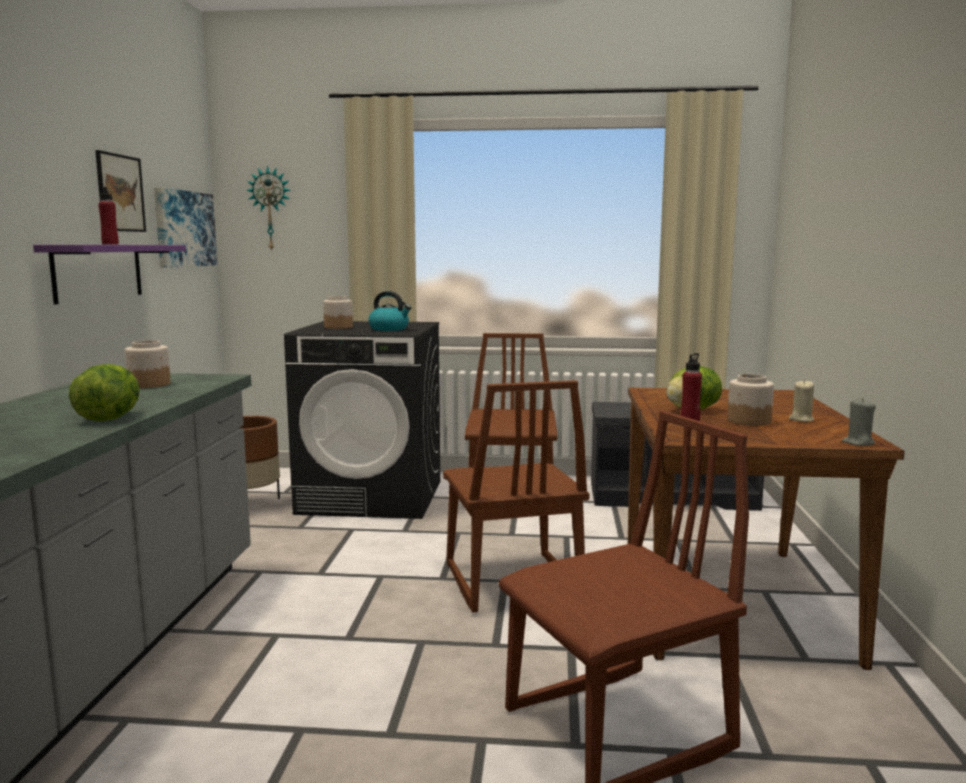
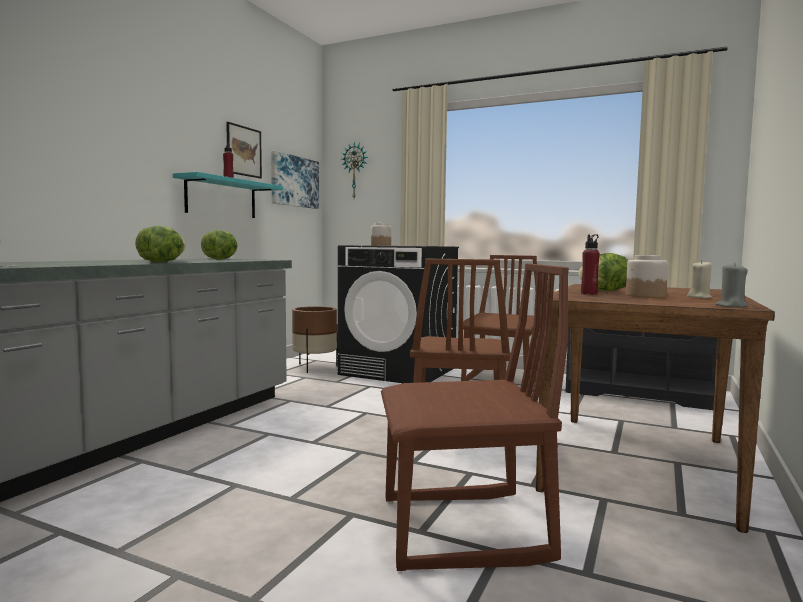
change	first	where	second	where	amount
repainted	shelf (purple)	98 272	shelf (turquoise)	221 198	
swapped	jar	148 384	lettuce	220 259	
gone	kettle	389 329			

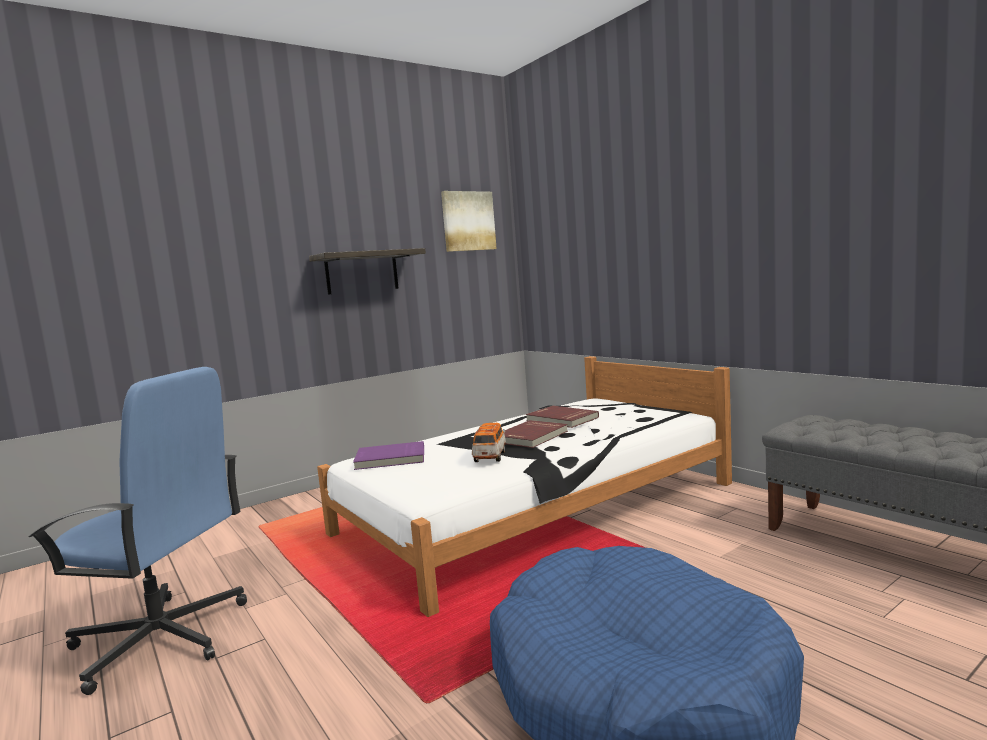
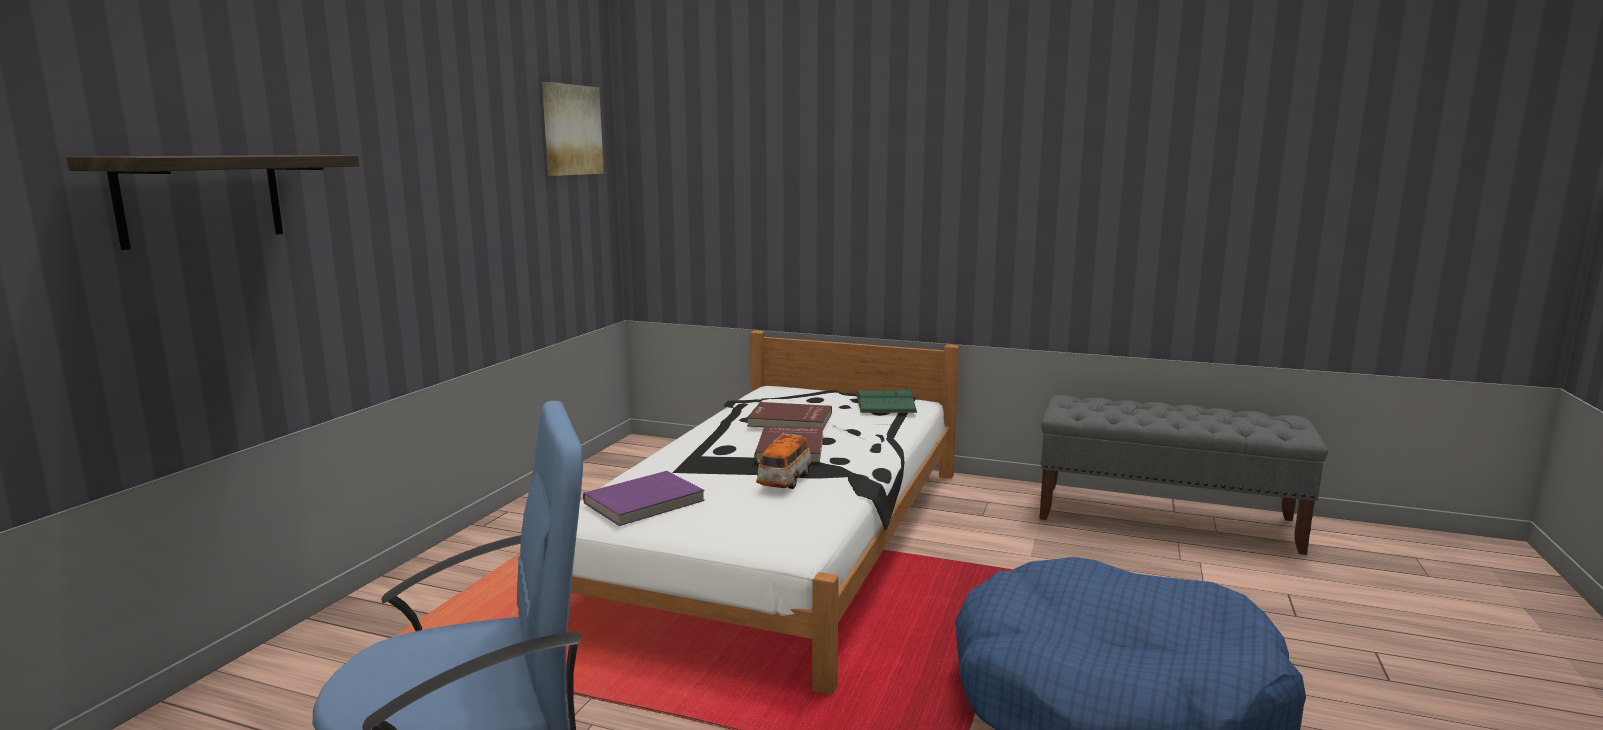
change	first	where	second	where	amount
shifted	shelf	362 272		201 198	
rotated	toy car	490 456		784 481	135 degrees counterclockwise
new			book (green)	885 402	

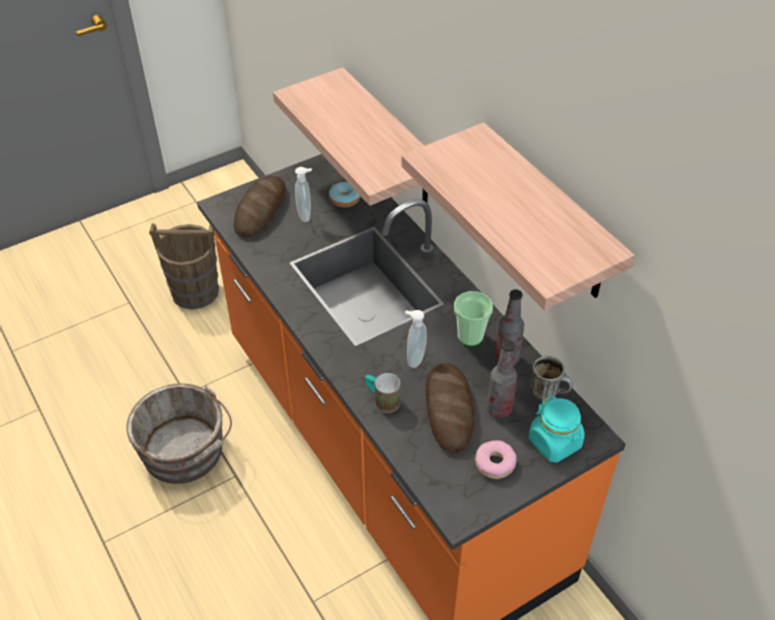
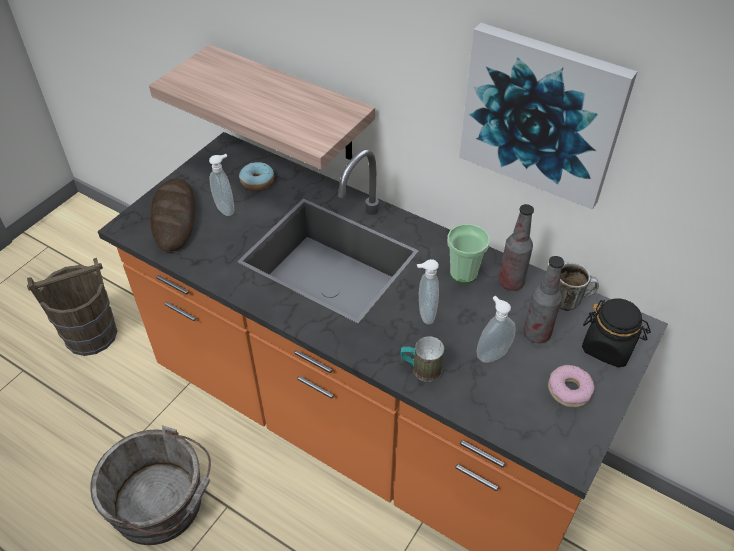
change	first	where	second	where	amount
swapped	shelf	548 216	picture	541 115	
swapped	bread	449 410	soap dispenser	491 354	
repainted	jar (turquoise)	555 442	jar (black)	608 347	

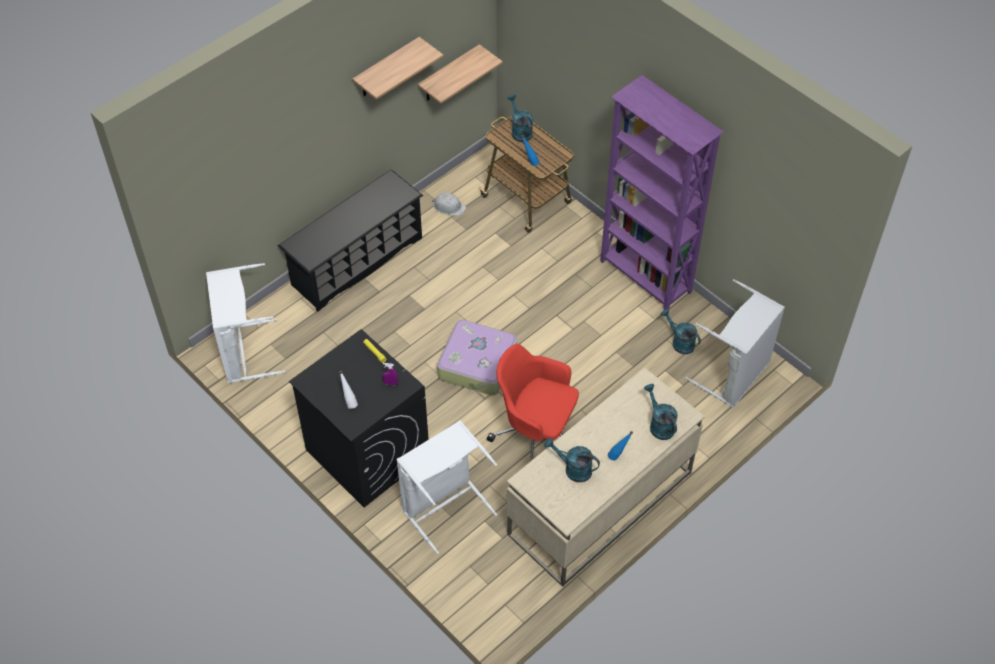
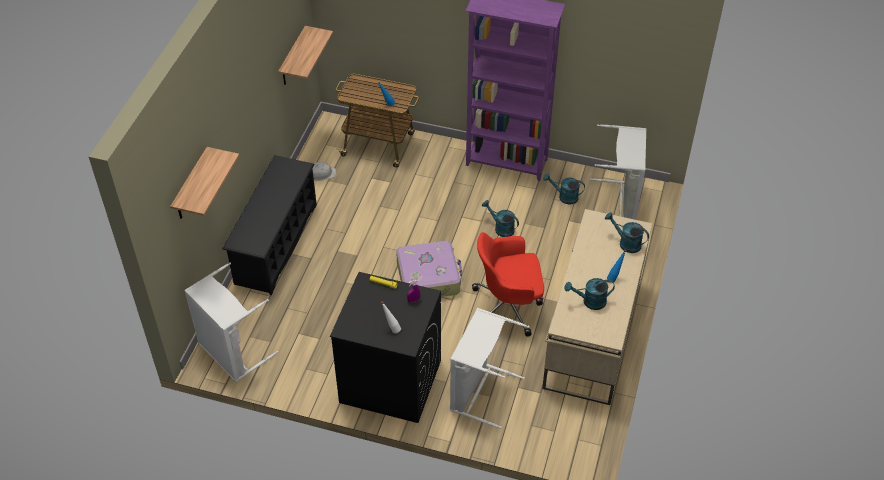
change	first	where	second	where	amount
shifted	shelf	387 68		191 186	
shifted	watering can (turquoise)	520 131		501 228	

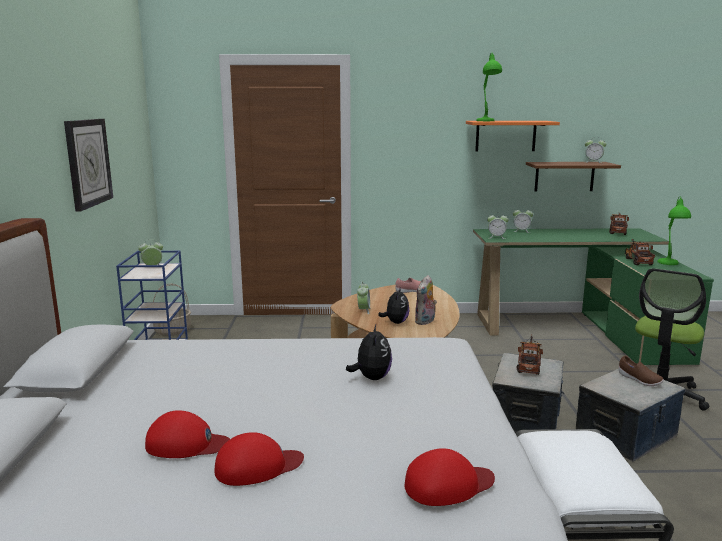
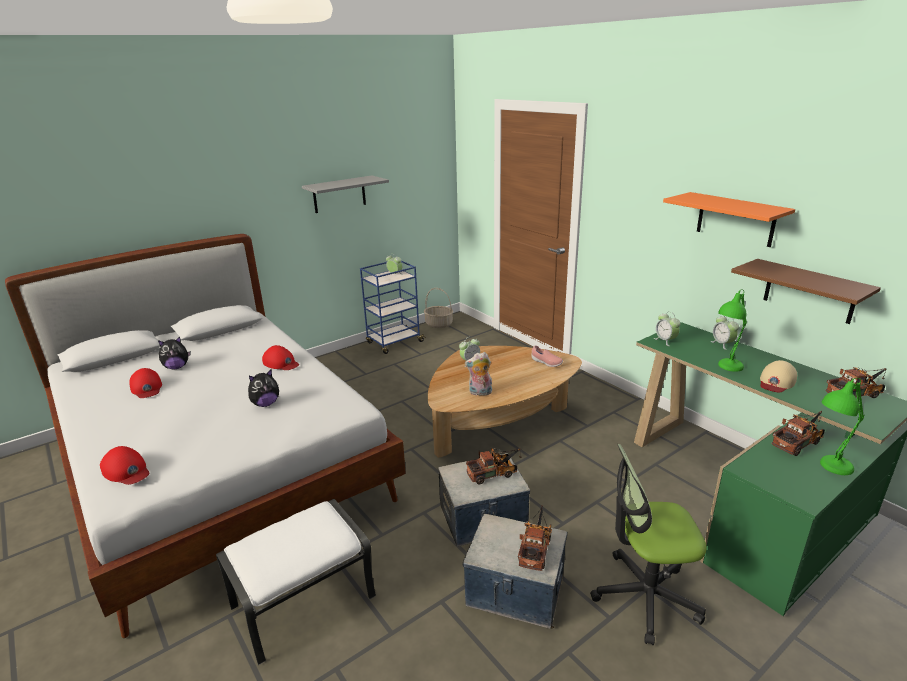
change	first	where	second	where	amount
shifted	plush toy	395 322		177 367	
shifted	cap (red)	258 466		281 363	
swapped	wall clock	88 162	shelf (grey)	339 194	
swapped	shoe (brown)	639 380	toy truck	536 547	
shifted	table lamp (green)	487 121		725 369	
new			cap (beige)	776 381	
gone	alarm clock	593 162			

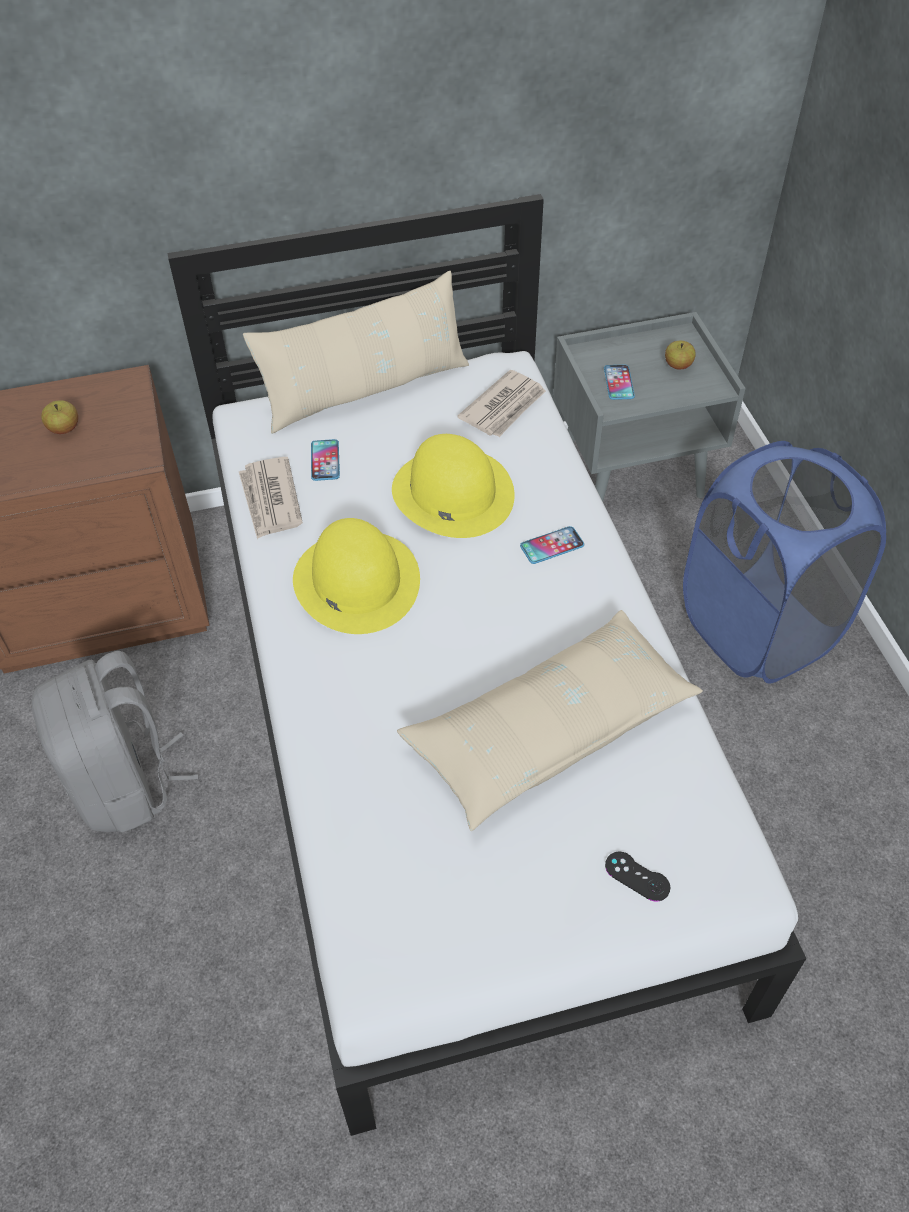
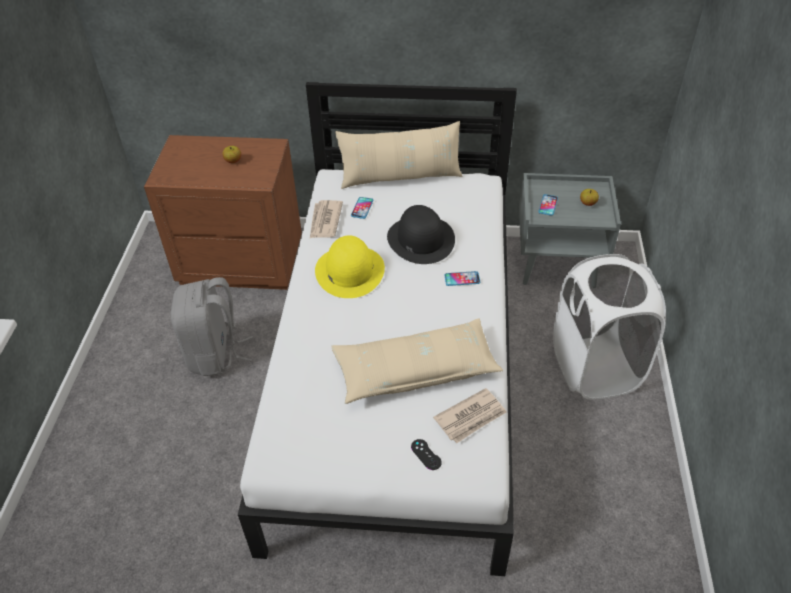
change	first	where	second	where	amount
repainted	hat (yellow)	452 492	hat (black)	420 239	
shifted	newspaper	504 407		471 417	
repainted	laundry basket (blue)	758 629	laundry basket (white)	595 368	

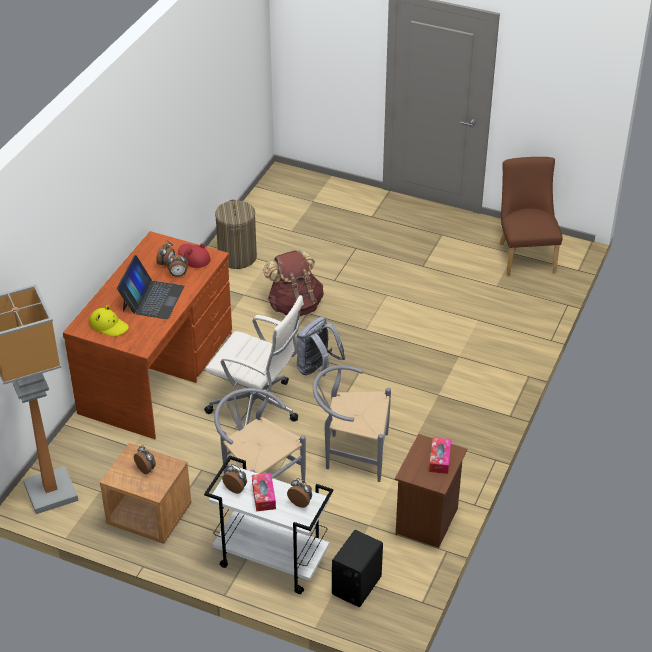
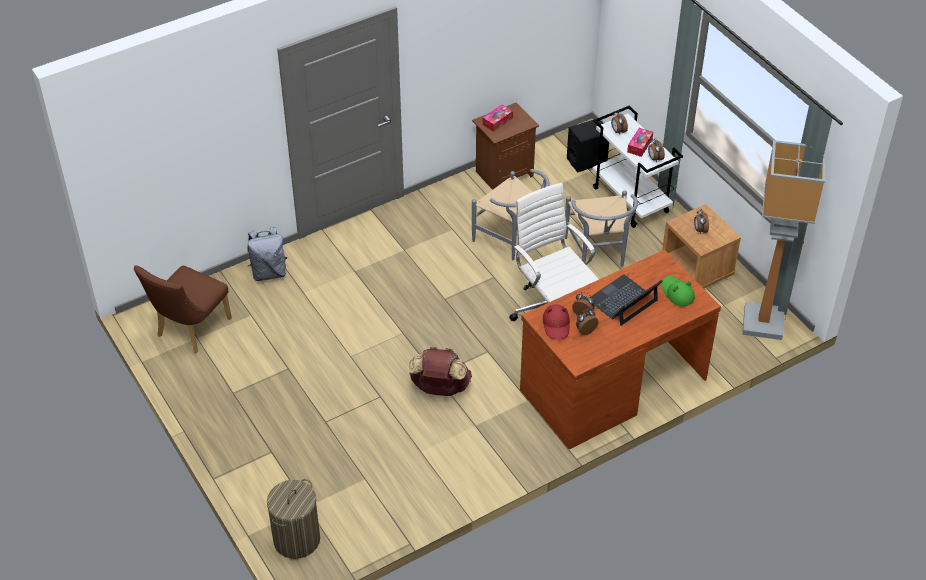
change	first	where	second	where	amount
shifted	backpack (grey)	317 369		269 272	
shifted	laundry basket	237 257		296 539	
repainted	hat (yellow)	109 325	hat (green)	677 293	

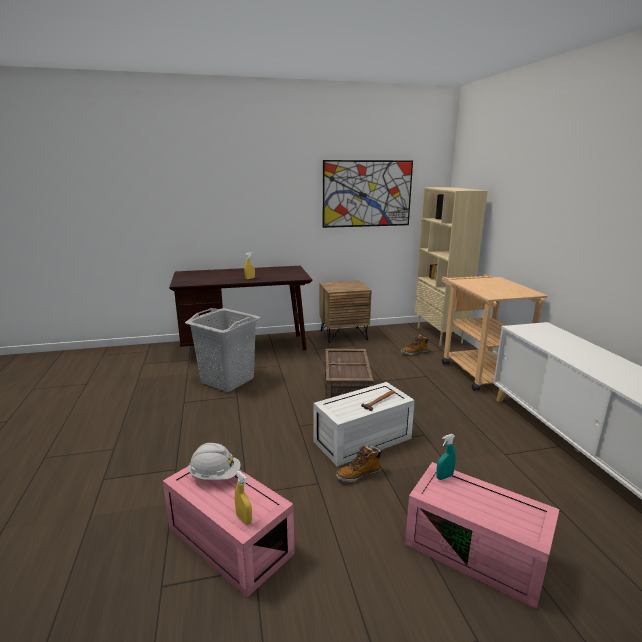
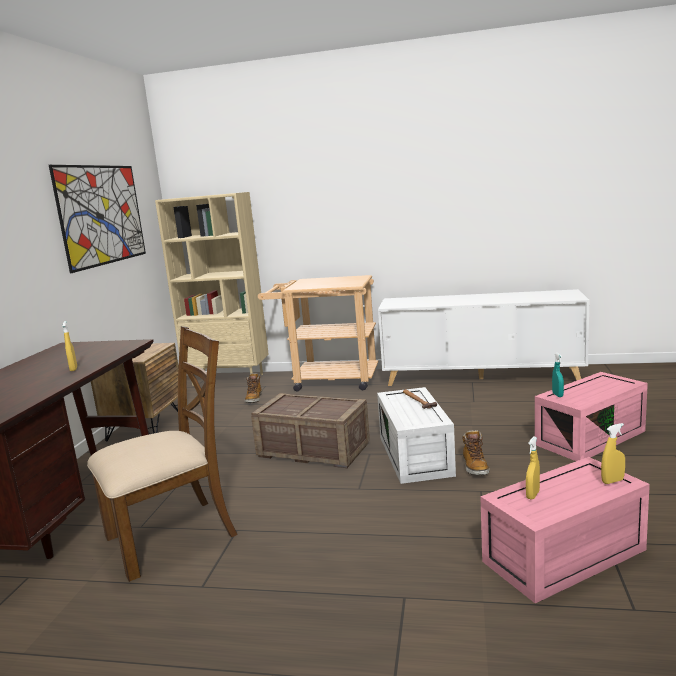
change	first	where	second	where	amount
swapped	laundry basket (grey)	227 380	chair (brown)	173 535	
swapped	hard hat (white)	215 475	spray bottle (yellow)	532 495	

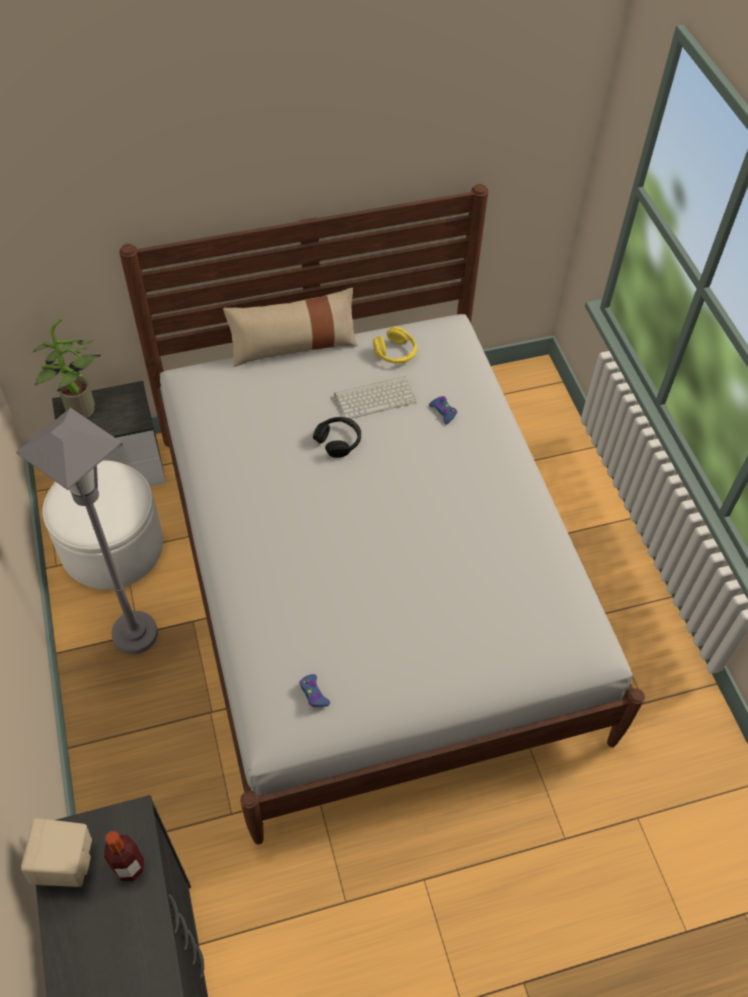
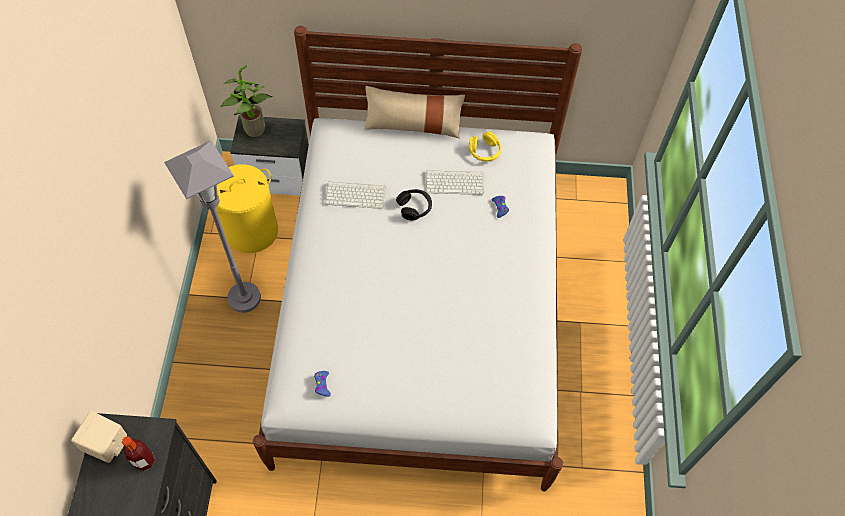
change	first	where	second	where	amount
swapped	ottoman (white)	112 546	laundry basket (yellow)	252 231	
new			keyboard	356 194	

